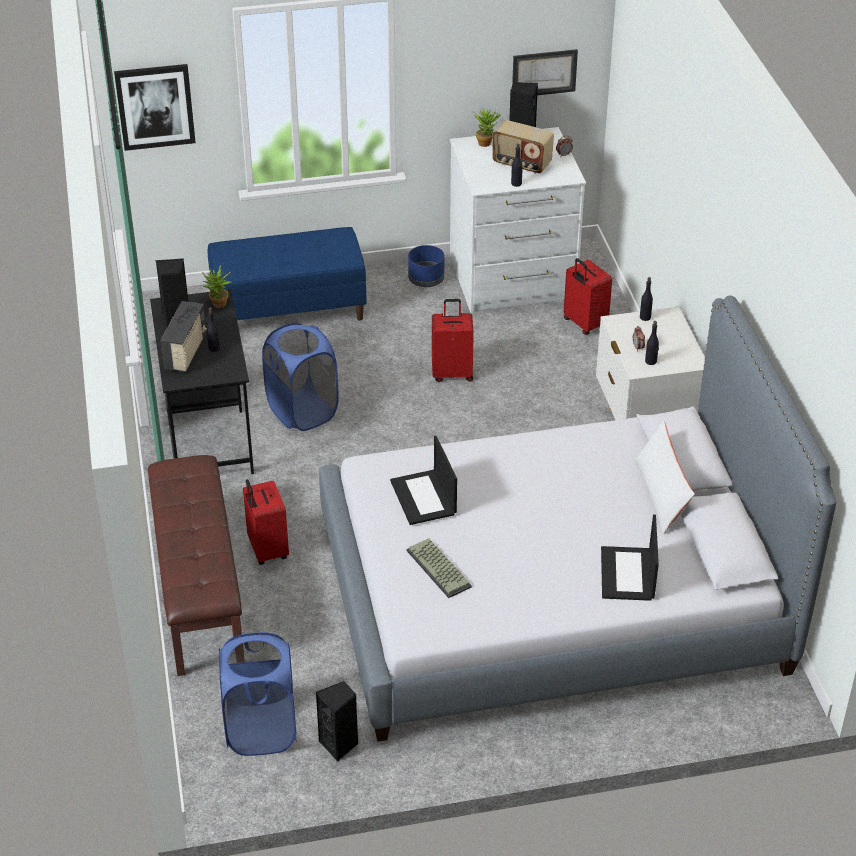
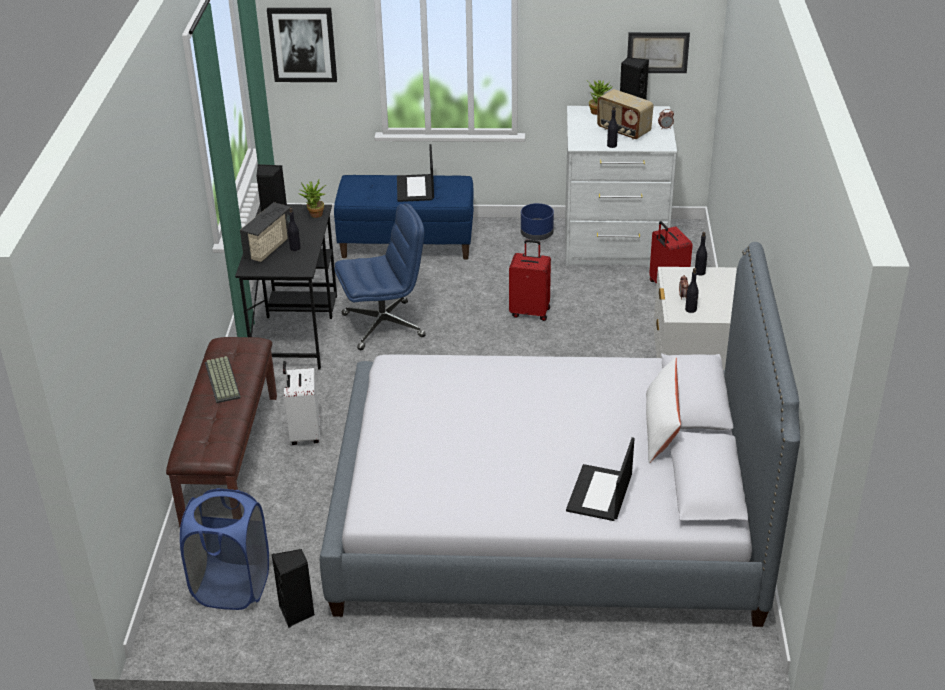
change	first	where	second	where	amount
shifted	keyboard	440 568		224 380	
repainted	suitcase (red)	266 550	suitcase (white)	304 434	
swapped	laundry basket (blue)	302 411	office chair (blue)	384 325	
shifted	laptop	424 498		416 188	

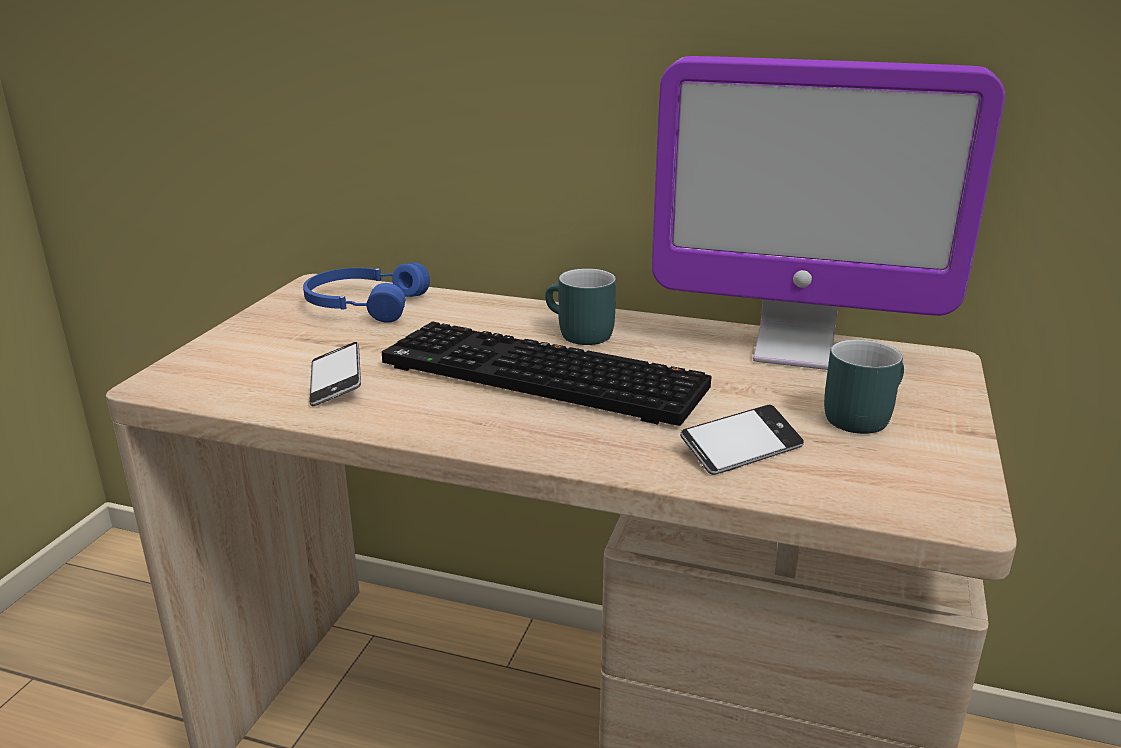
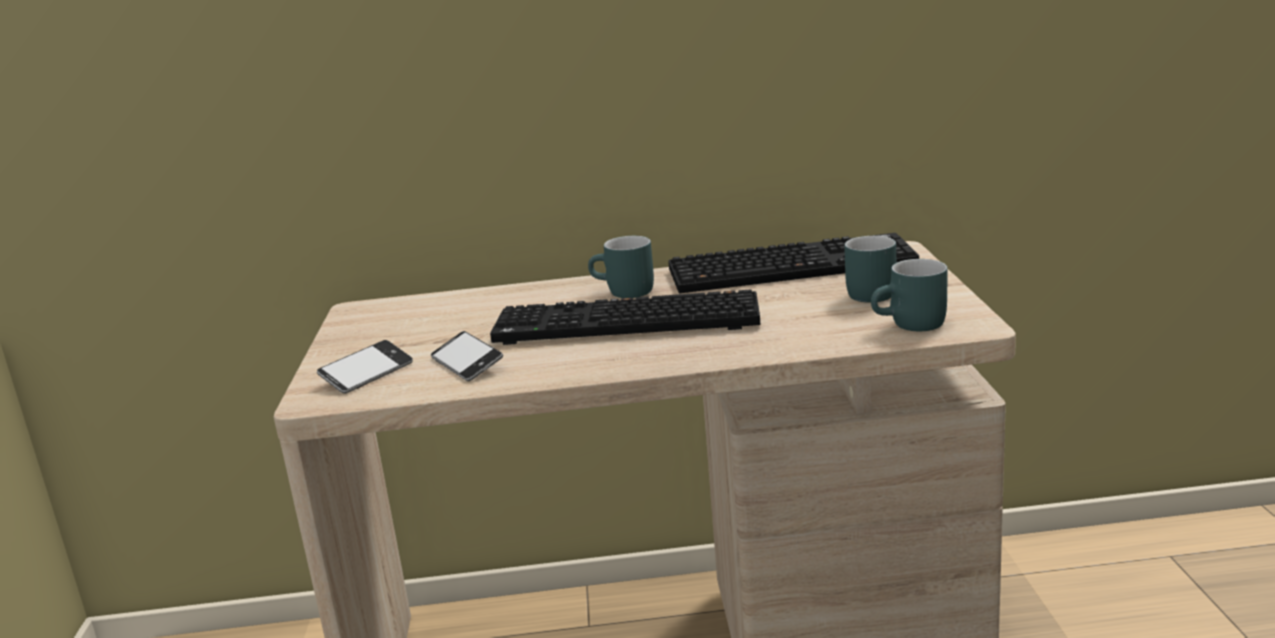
change	first	where	second	where	amount
shifted	phone	741 448		367 374	
swapped	monitor	794 349	keyboard	793 266	
new			mug (turquoise)	912 326	
gone	headphones (blue)	364 305			

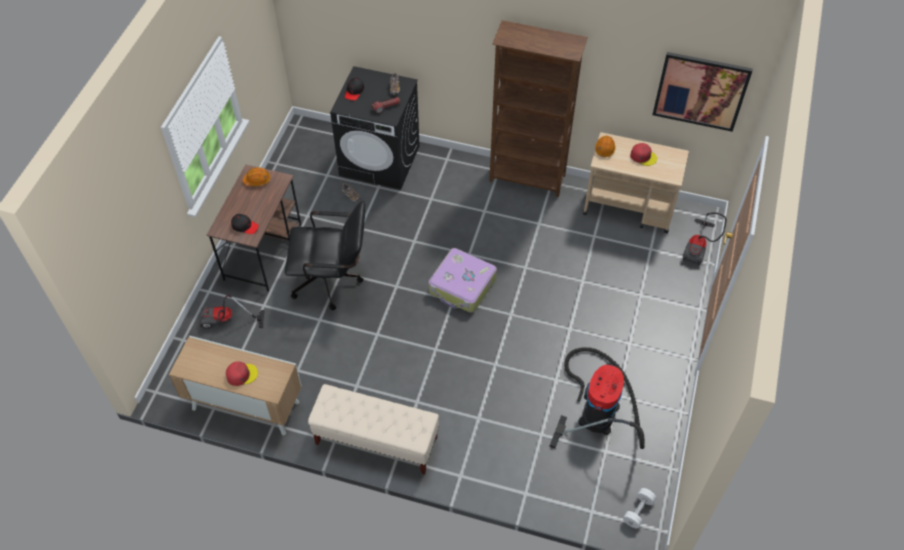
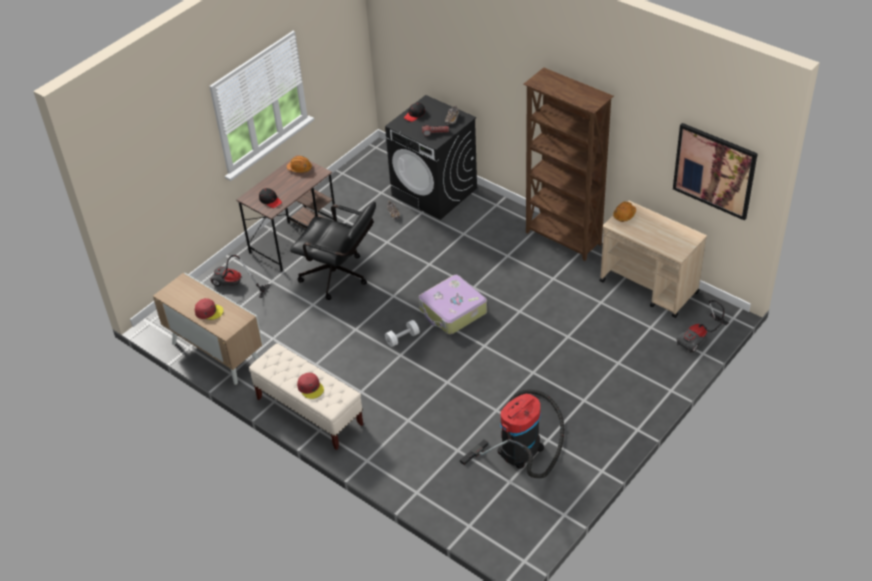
change	first	where	second	where	amount
shifted	cap (red)	643 156		310 387	
shifted	dumbbell (white)	638 511		402 338	

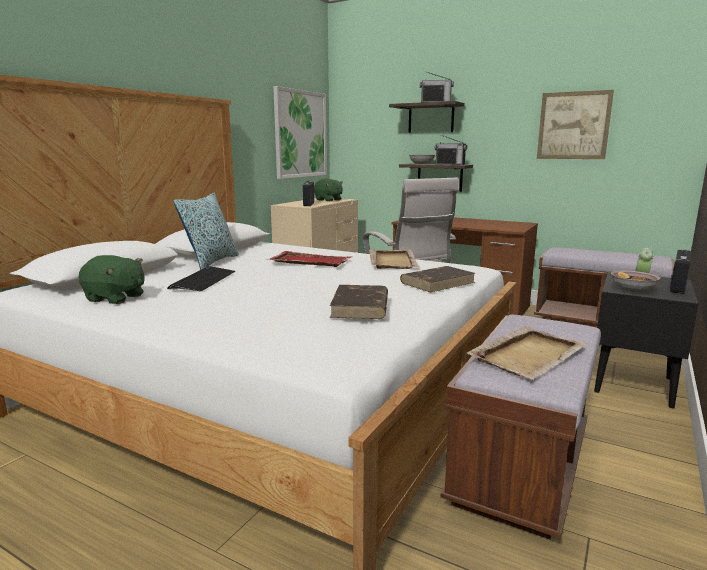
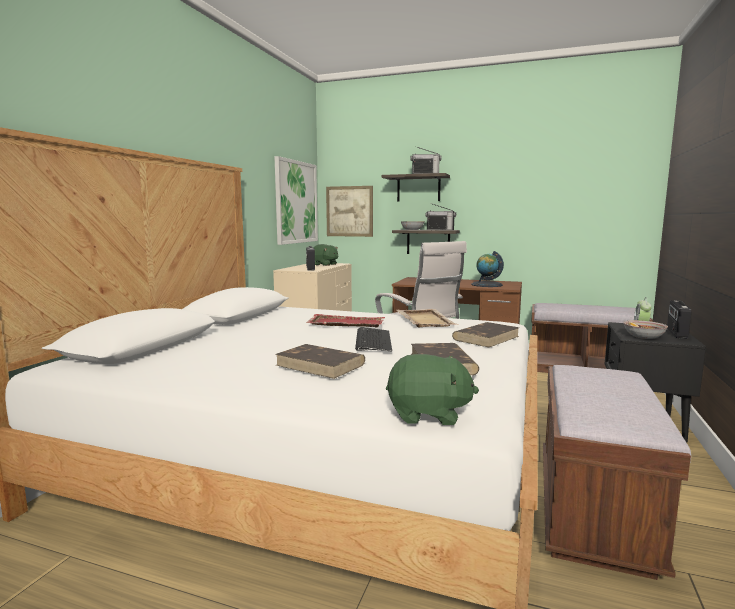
change	first	where	second	where	amount
new			book (brown)	321 365	
shifted	picture	573 125		349 211	
shifted	keyboard	203 280		372 341	
shifted	plush toy (green)	115 298		428 414	
new			globe	486 285	
gone	pillow	211 262			
gone	tray (beige)	528 354			

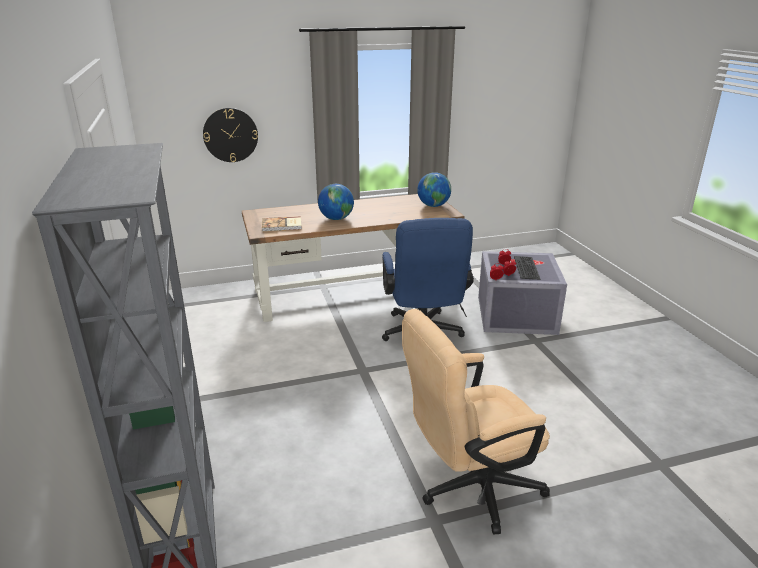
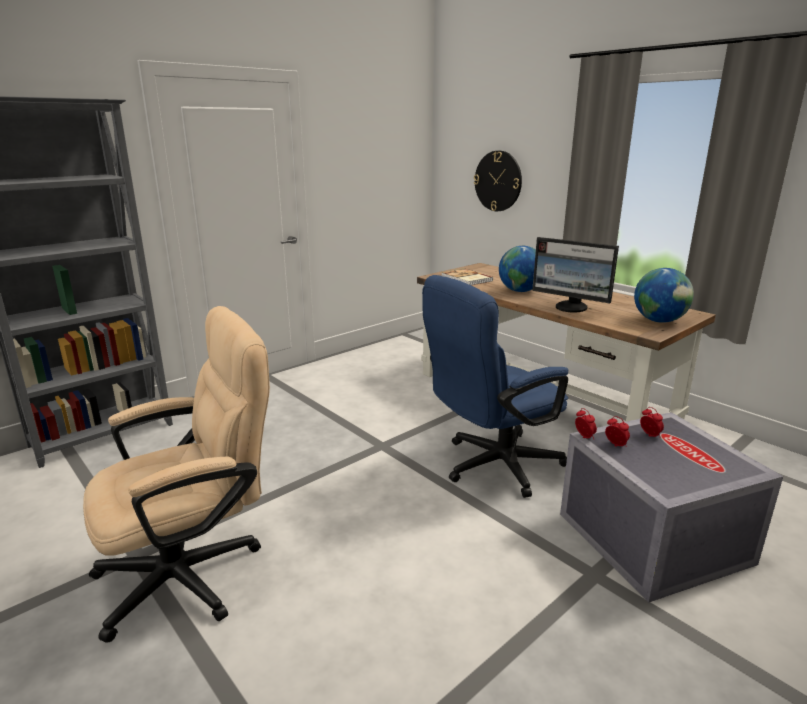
change	first	where	second	where	amount
rotated	office chair (beige)	470 488		195 572	105 degrees clockwise
new			monitor	571 307	
gone	keyboard	527 268			

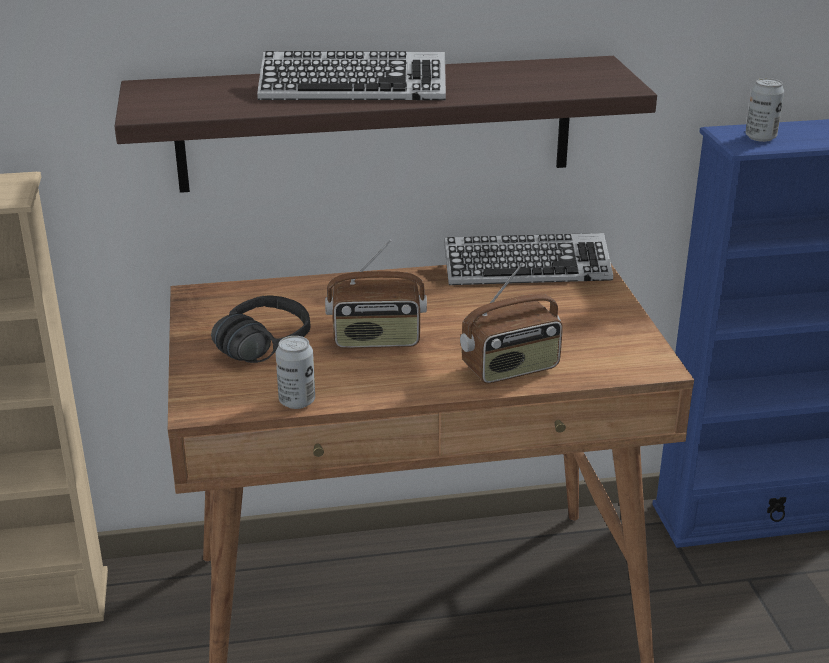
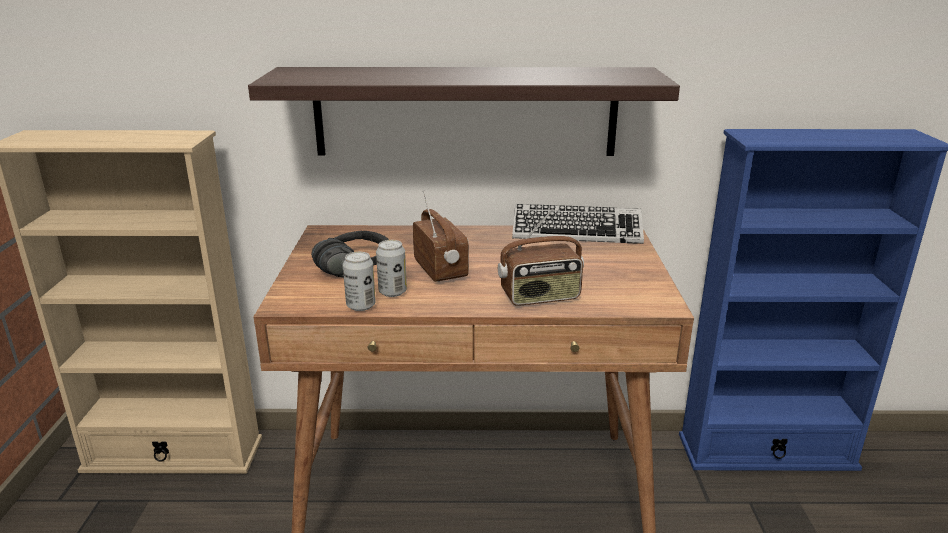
change	first	where	second	where	amount
shifted	can	760 137		392 292	
rotated	radio	376 340		441 269	120 degrees counterclockwise
gone	keyboard	353 89			

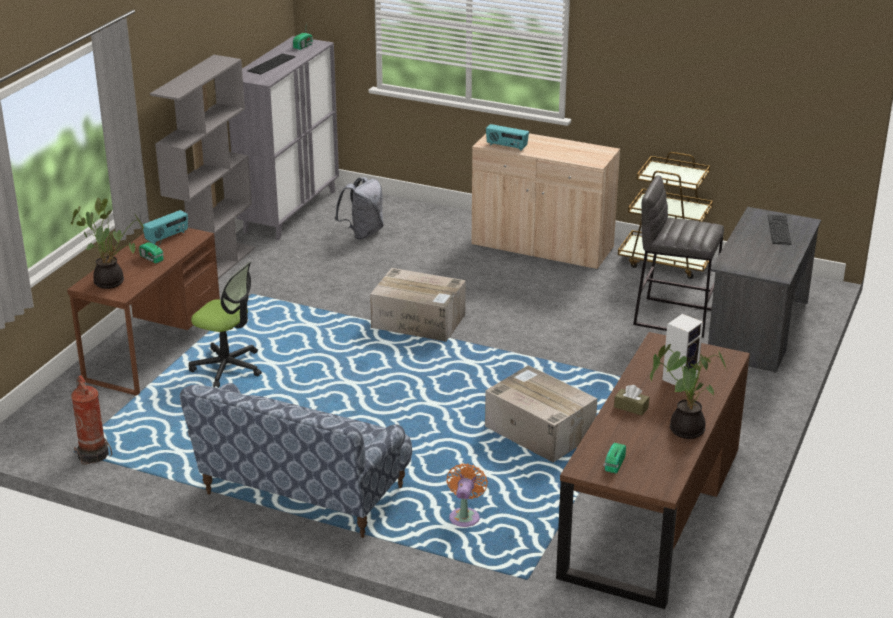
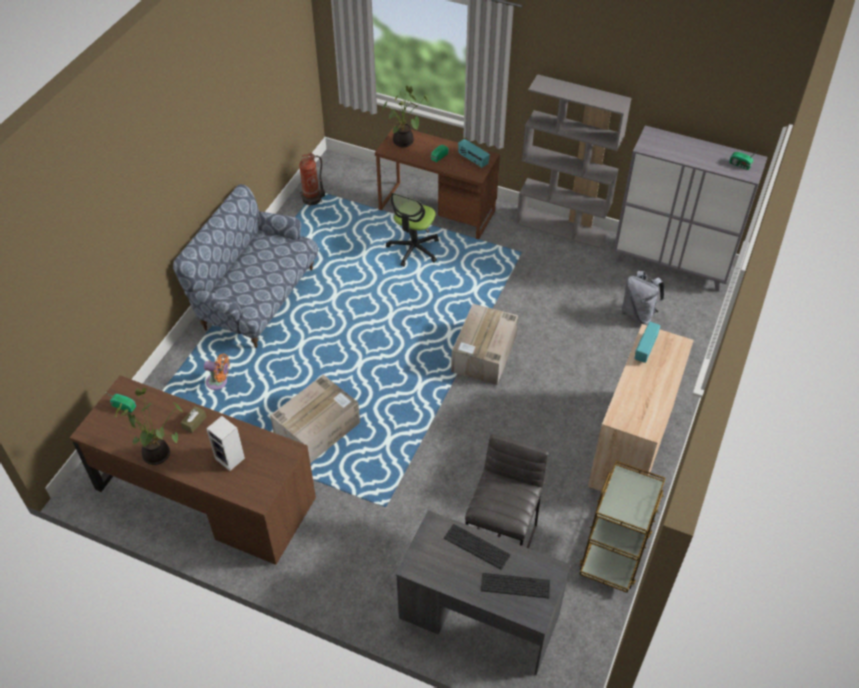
change	first	where	second	where	amount
shifted	keyboard	271 64		477 546	

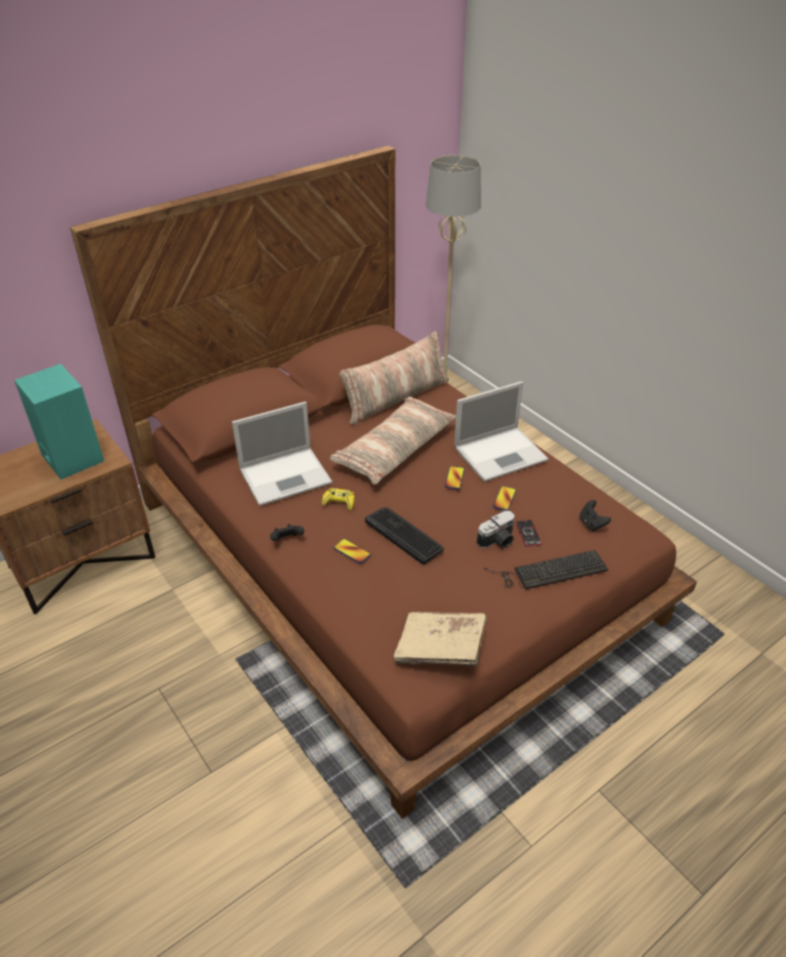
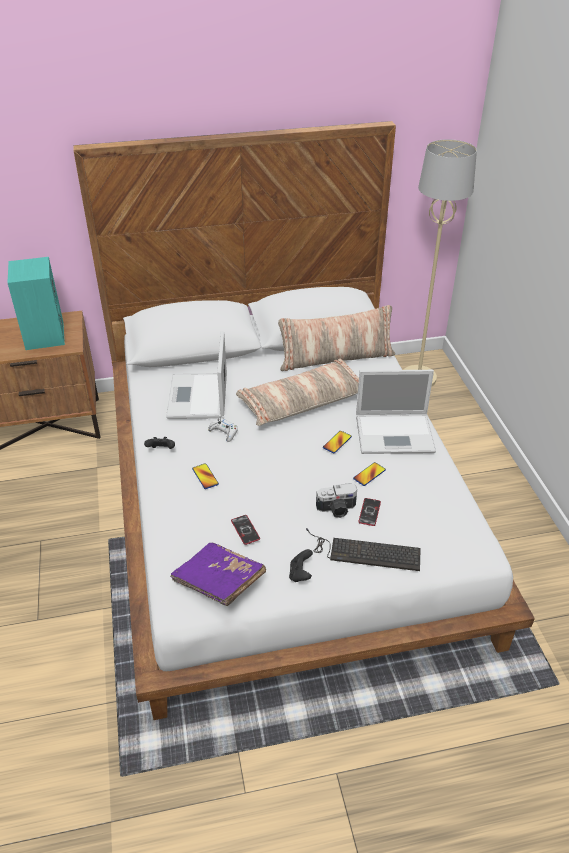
change	first	where	second	where	amount
repainted	bed (brown)	393 558	bed (white)	285 501	
rotated	laptop	287 476		198 398	90 degrees clockwise
repainted	book (beige)	441 648	book (purple)	219 582	
repainted	game controller (yellow)	339 502	game controller (white)	224 432	
new			phone	245 530	
shifted	game controller (black)	591 524		300 574	
gone	keyboard	404 535			

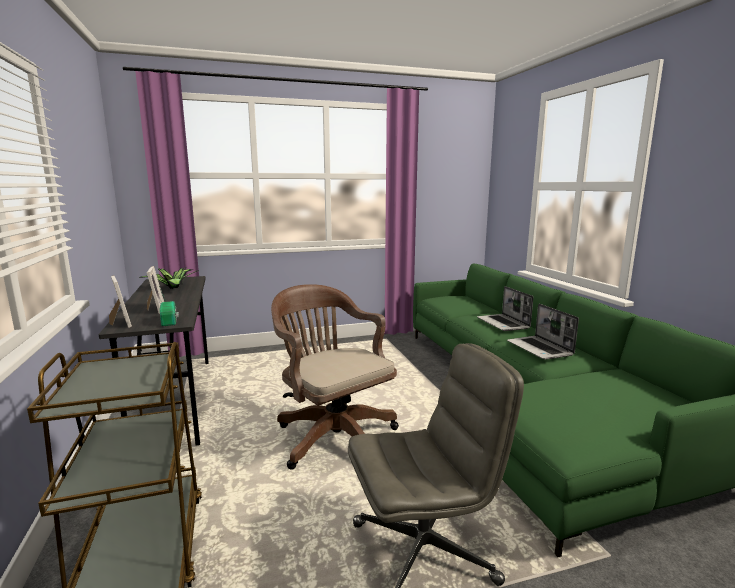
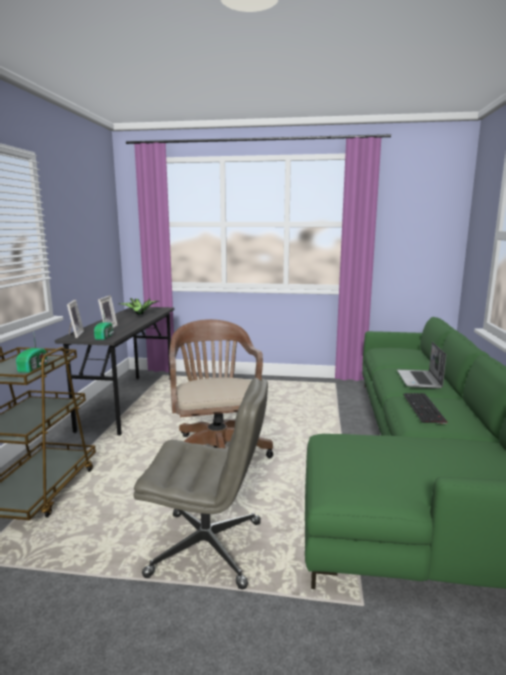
change	first	where	second	where	amount
new			radio	34 367	
swapped	laptop	540 349	keyboard	424 408	

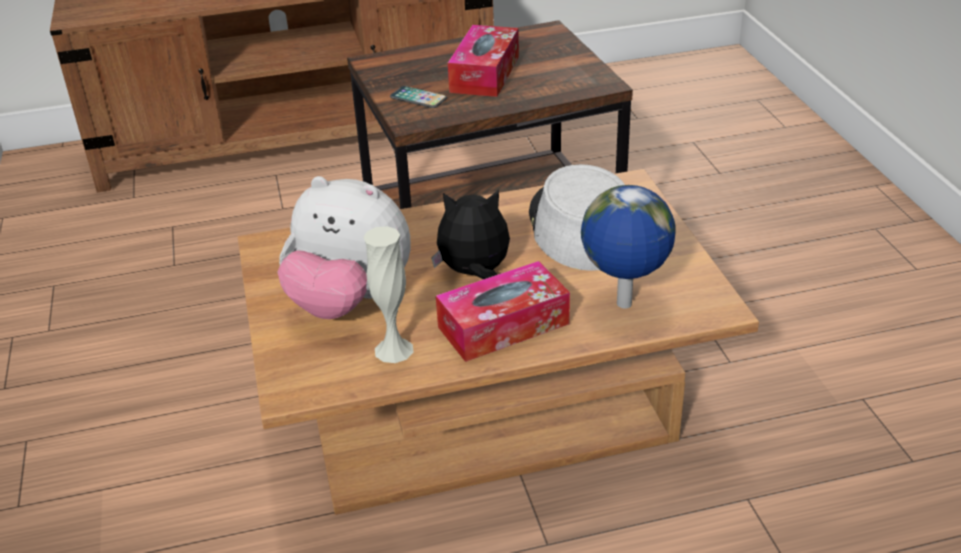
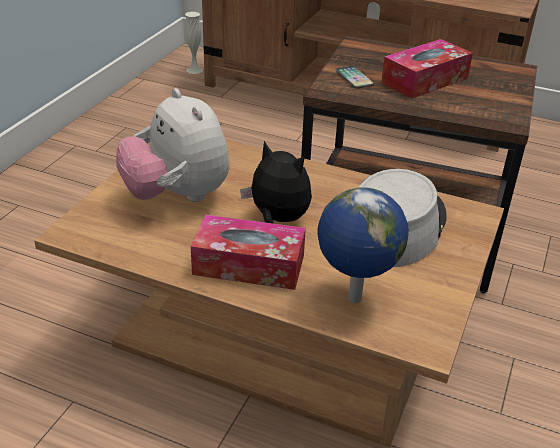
change	first	where	second	where	amount
shifted	vase (white)	394 350		194 70	

